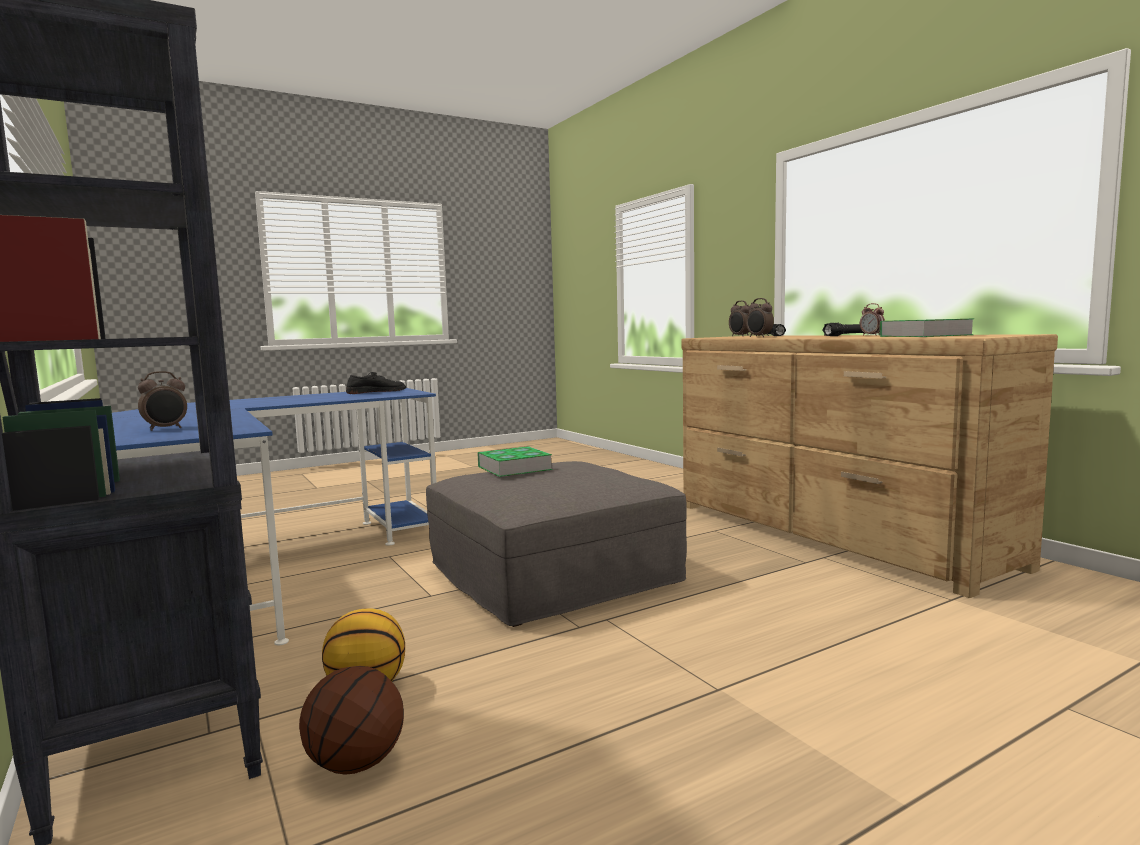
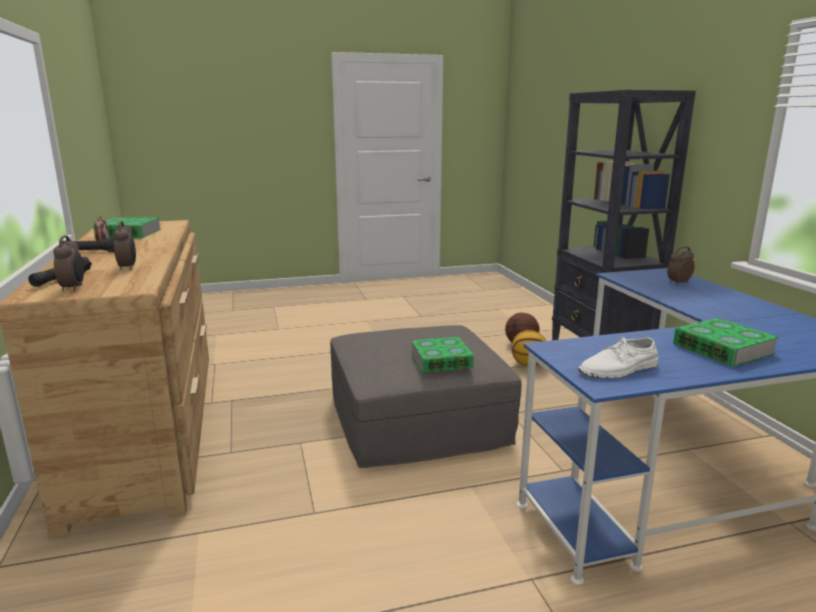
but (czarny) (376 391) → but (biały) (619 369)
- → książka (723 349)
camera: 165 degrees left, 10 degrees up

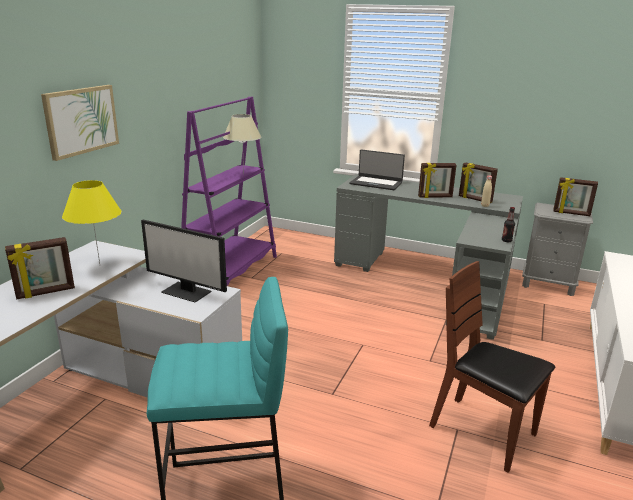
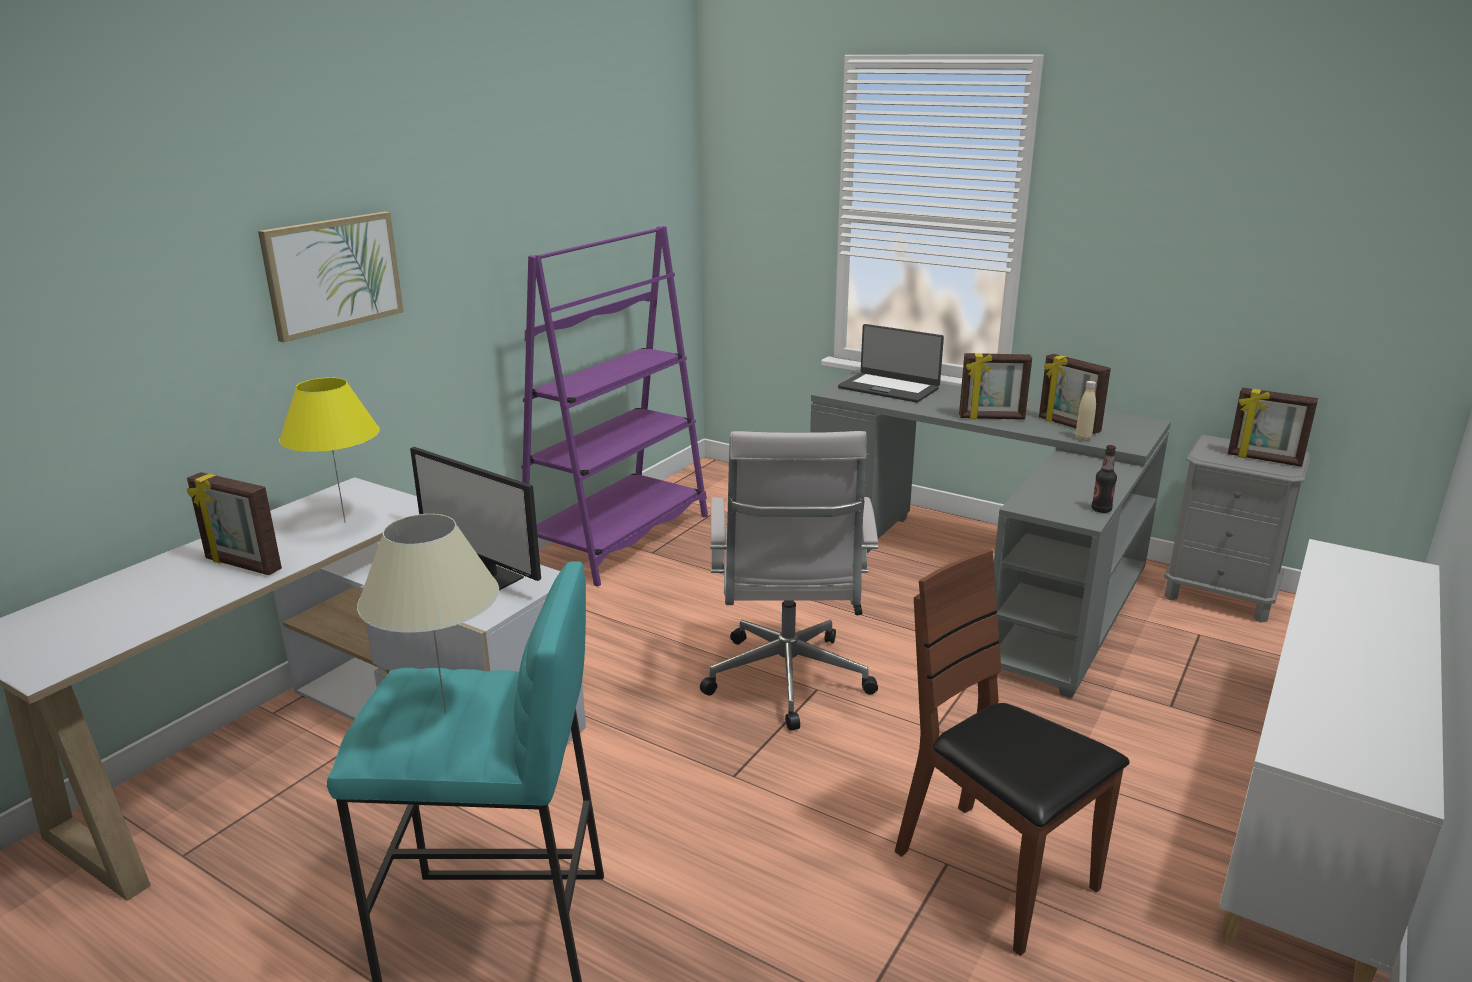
lampa stołowa (beżowy) (243 175) → lampa stołowa (beżowy) (446 713), moved
ramka na zdjęcie (46 293) → ramka na zdjęcie (242 565), 45 degrees clockwise
- → krzesło biurowe (biały) (787 683)
camera: 10 degrees right, 0 degrees up

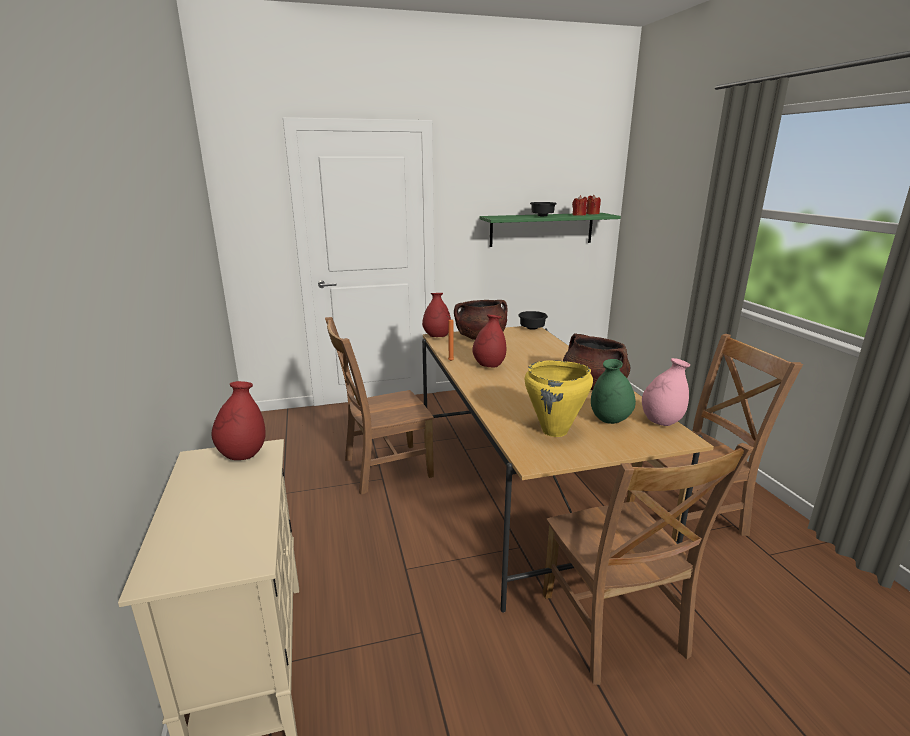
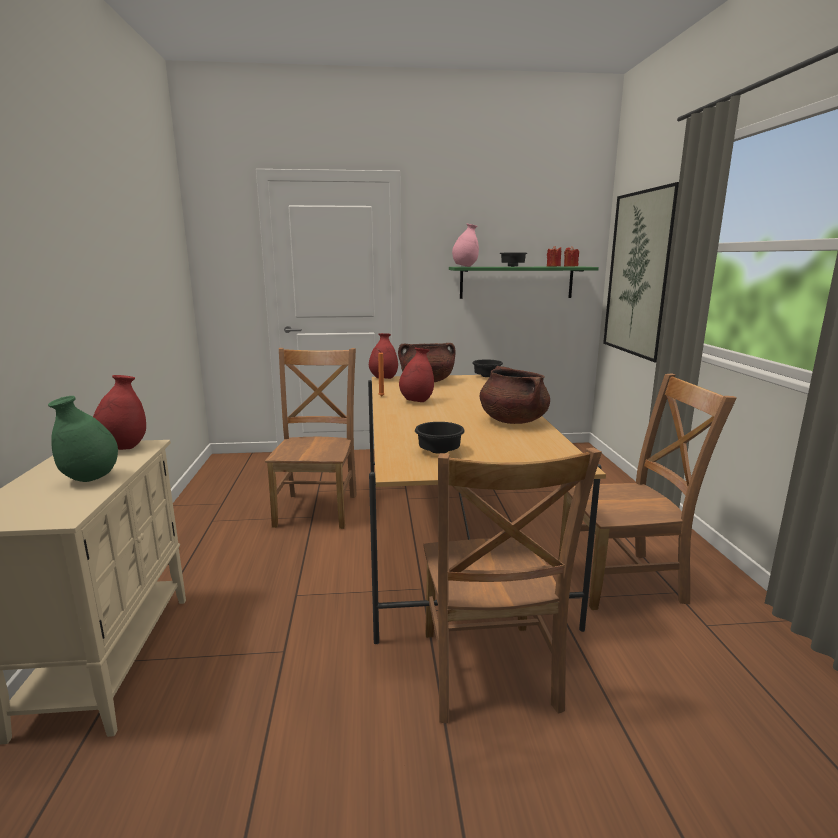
krzesło (brązowy) (383 468) → krzesło (brązowy) (317 508), 105 degrees clockwise
wazon (różowy) (661 422) → wazon (różowy) (465 266), moved
wazon (zielony) (610 420) → wazon (zielony) (90 479), moved
garnek (żółty) (555 431) → miska (czarny) (440 452)
- → obraz (639 274)
camera: 10 degrees right, 5 degrees down

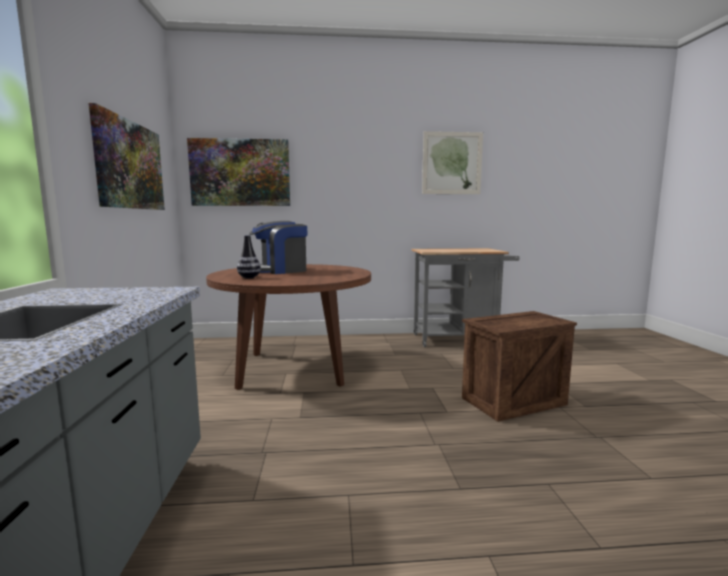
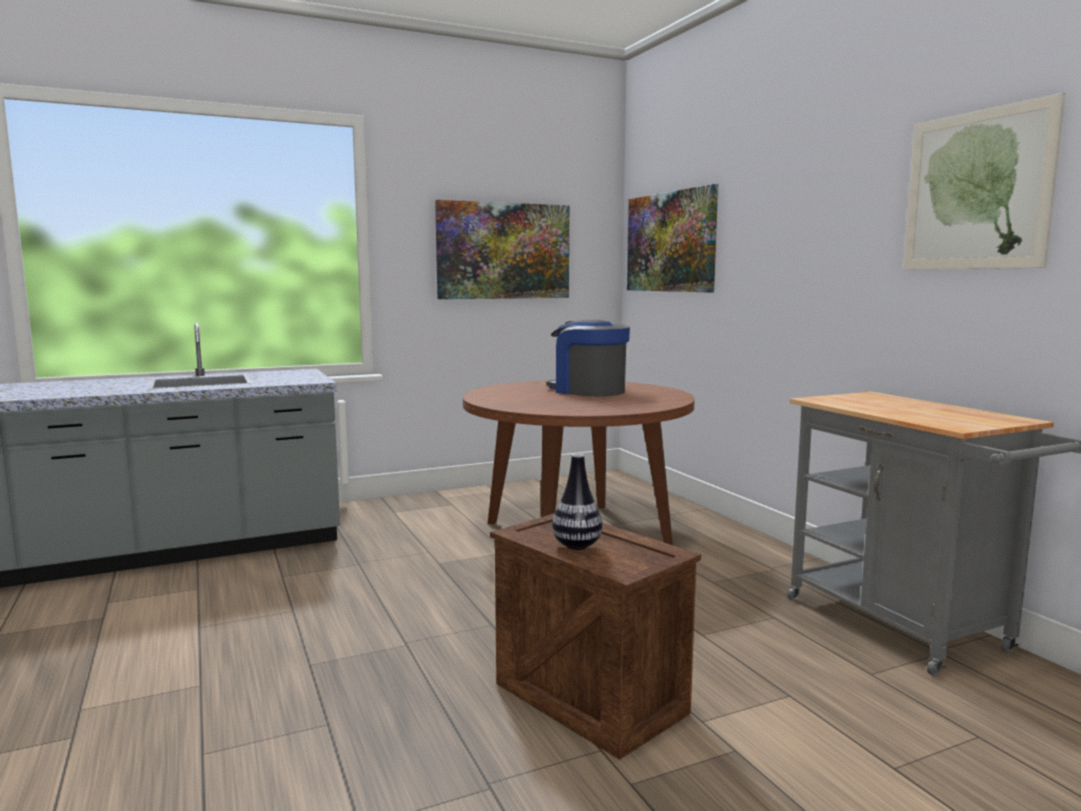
wazon (249 277) → wazon (576 546), moved
camera: 70 degrees right, 0 degrees up

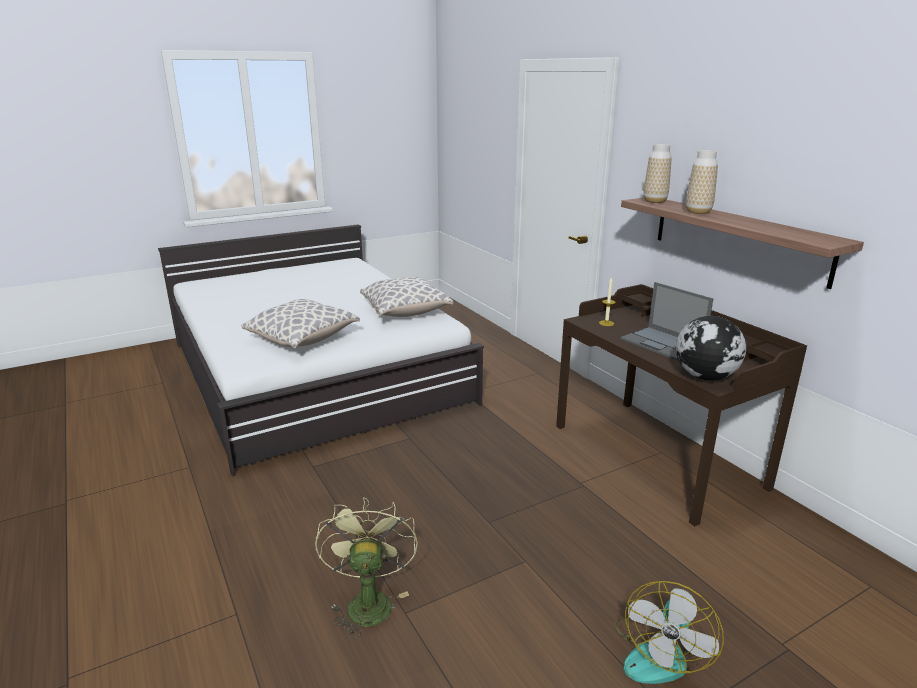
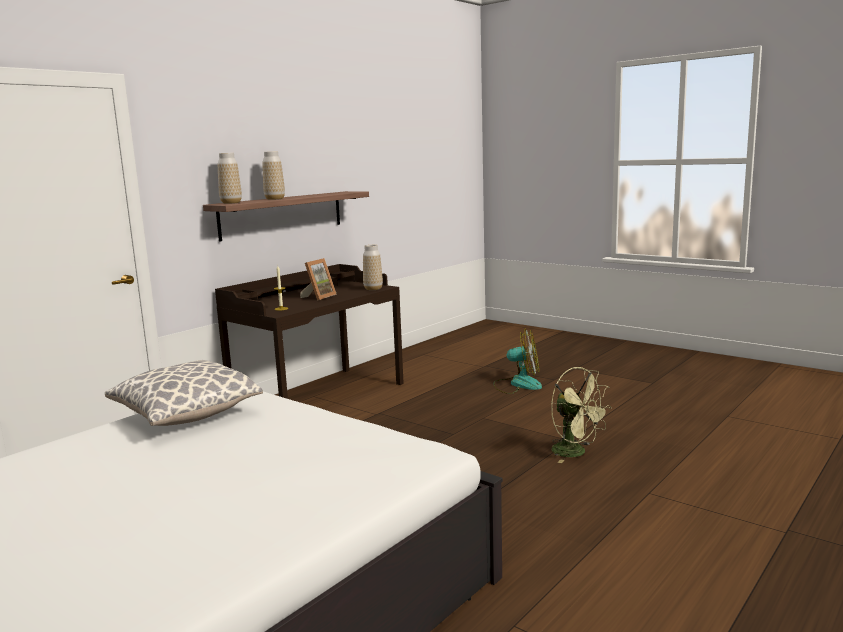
laptop (663 343) → ramka na zdjęcie (319 297)
poduszka (303 339) → -
globus (705 377) → wazon (373 289)
wentylator (zielony) (368 601) → wentylator (zielony) (575 453), 105 degrees counterclockwise
camera: 110 degrees left, 10 degrees down

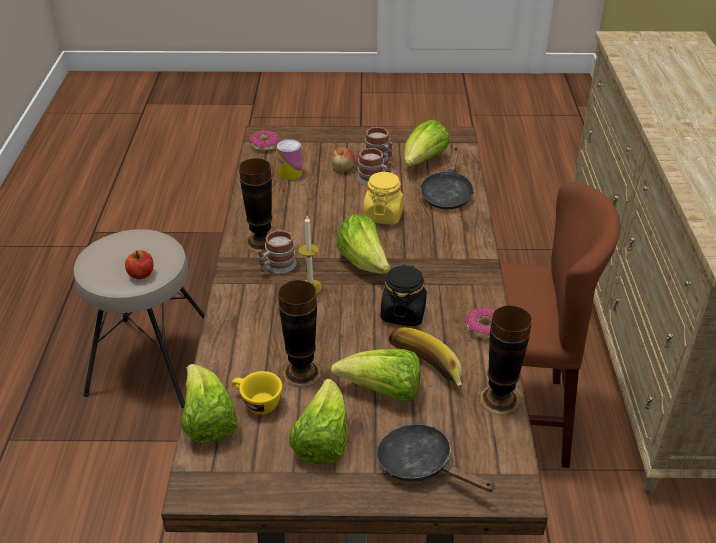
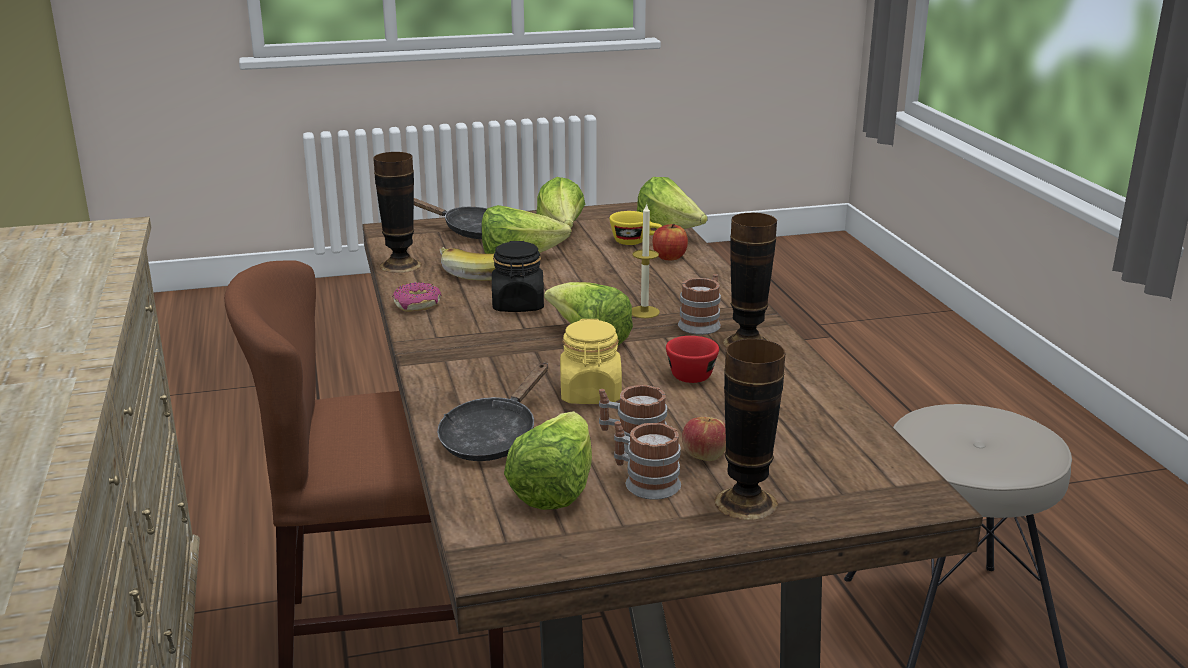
donut (264 145) → -
puszka (290 173) → -
patelnia (czarny) (447 194) → patelnia (czarny) (493 437), 150 degrees counterclockwise
jabłko (141 274) → jabłko (669 257), moved
wazon (301 372) → wazon (746 502), moved
- → filiżanka (czerwony) (692 373)
camera: 165 degrees right, 15 degrees down

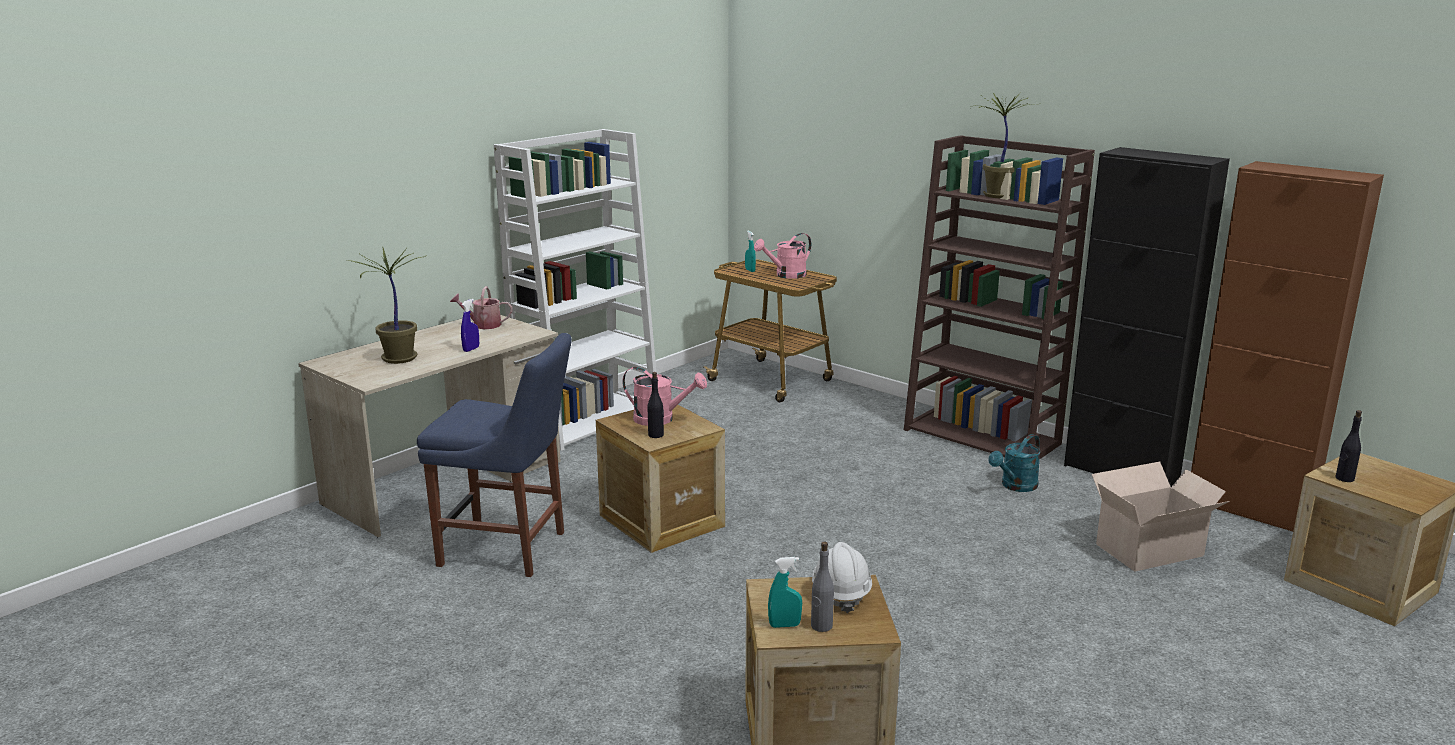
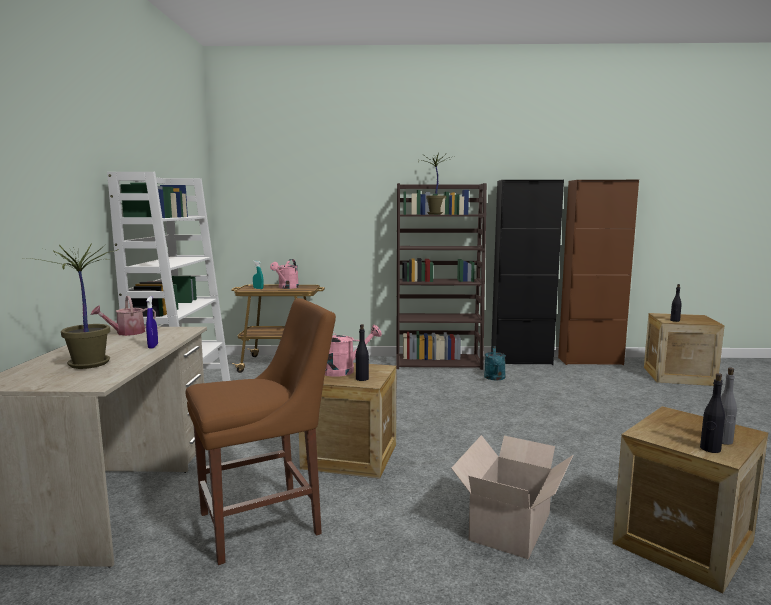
krzesło (niebieski) (508 550) → krzesło (brązowy) (266 522)
karton (1152 550) → karton (512 525), moved
kask (biały) (840 594) → -
spryskiwacz (turkusowy) (784 625) → butelka (czarny) (710 449)
camera: 40 degrees left, 10 degrees down

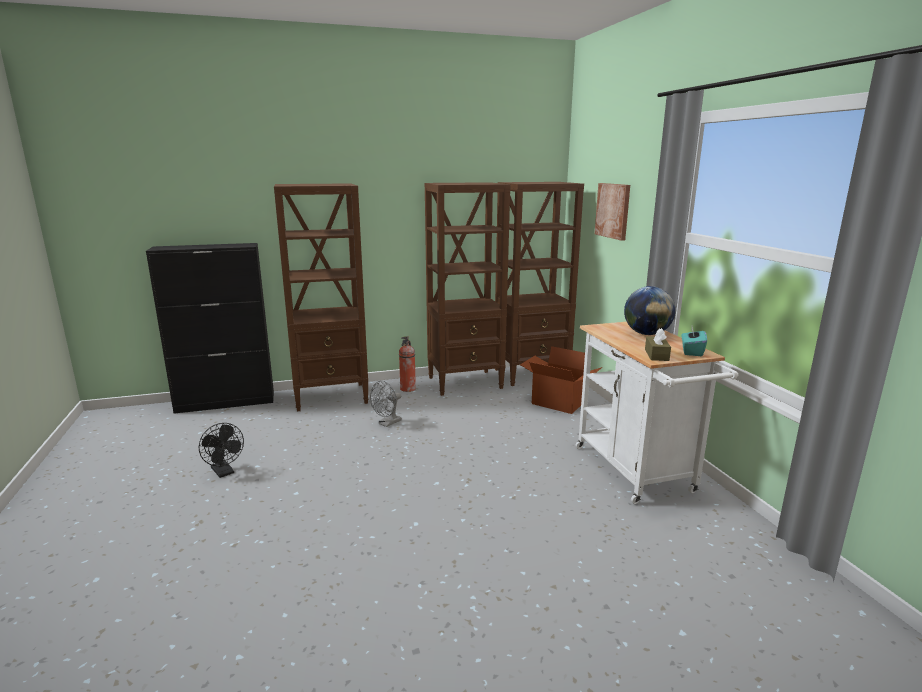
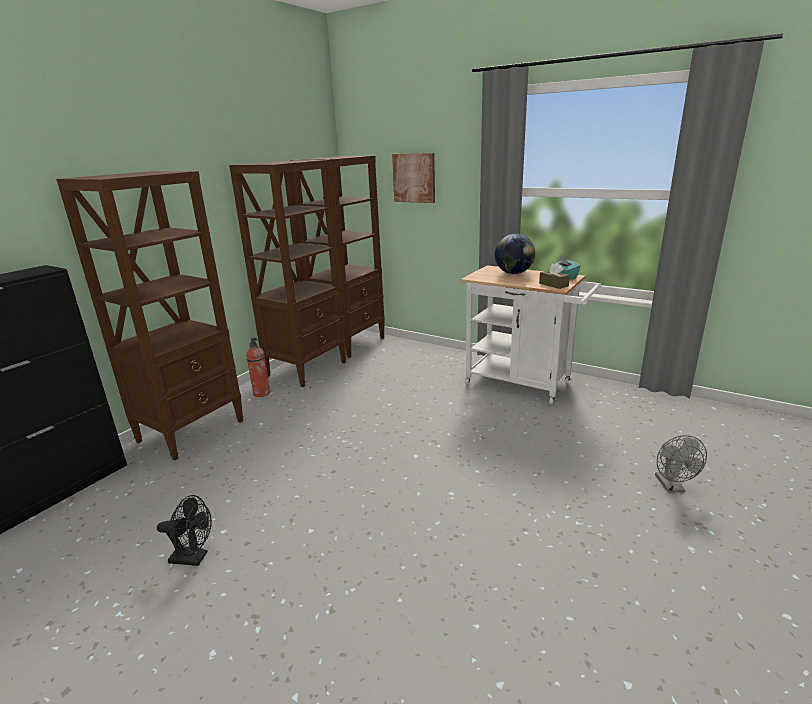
karton (558 403) → -
wentylator (szary) (387 423) → wentylator (szary) (672 487), moved
camera: 40 degrees left, 5 degrees up

